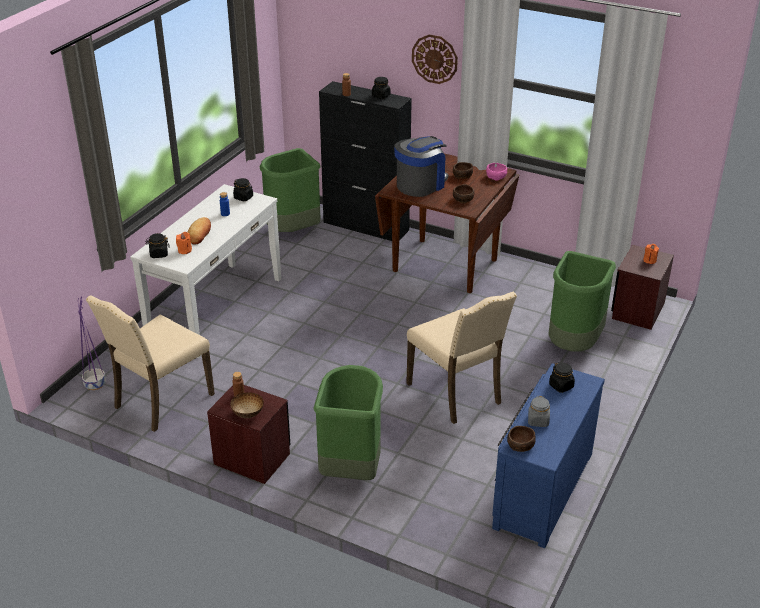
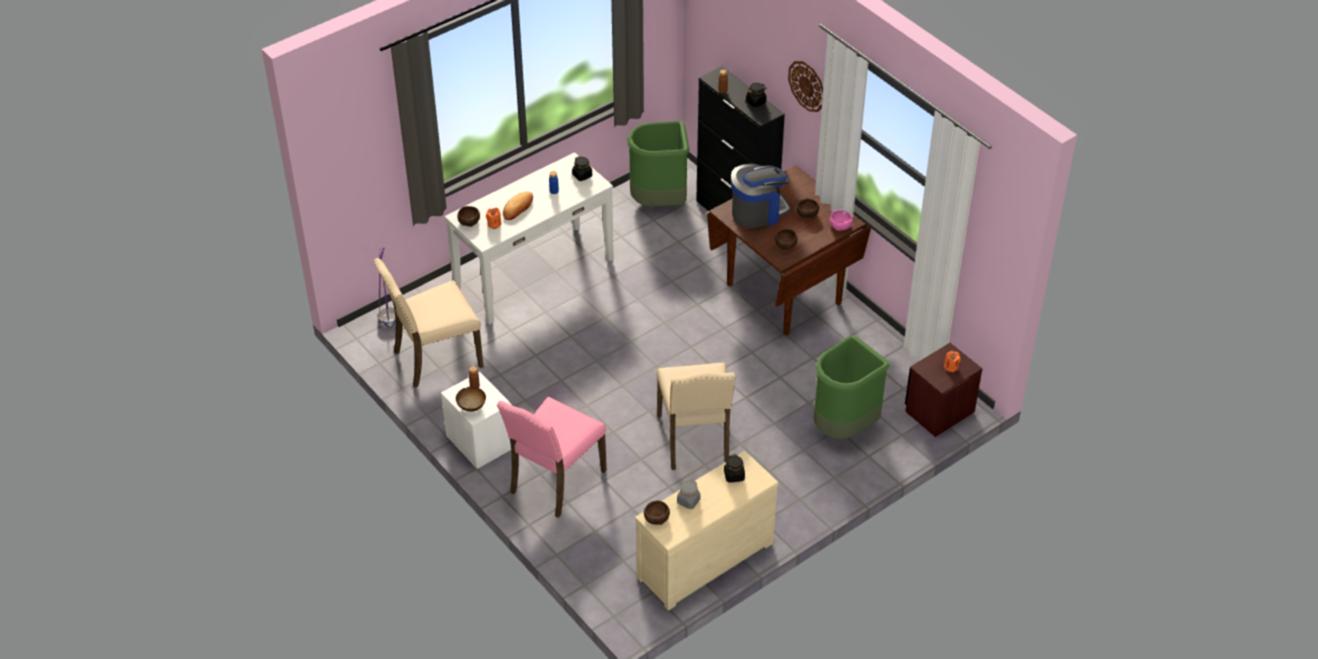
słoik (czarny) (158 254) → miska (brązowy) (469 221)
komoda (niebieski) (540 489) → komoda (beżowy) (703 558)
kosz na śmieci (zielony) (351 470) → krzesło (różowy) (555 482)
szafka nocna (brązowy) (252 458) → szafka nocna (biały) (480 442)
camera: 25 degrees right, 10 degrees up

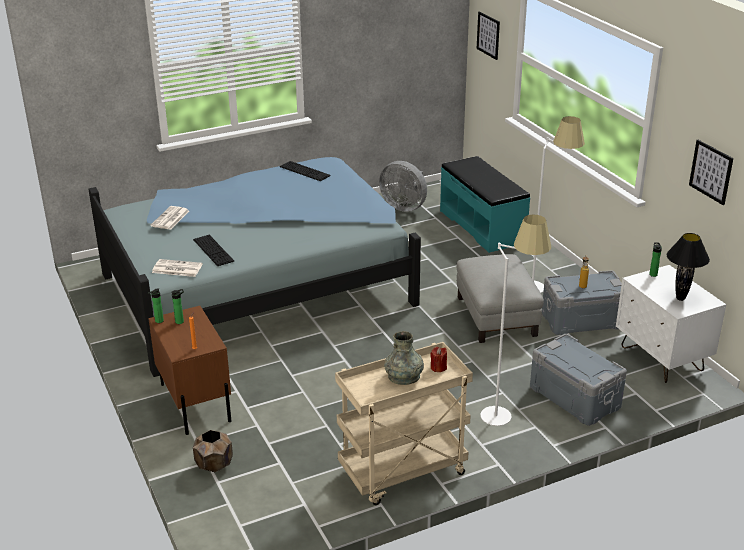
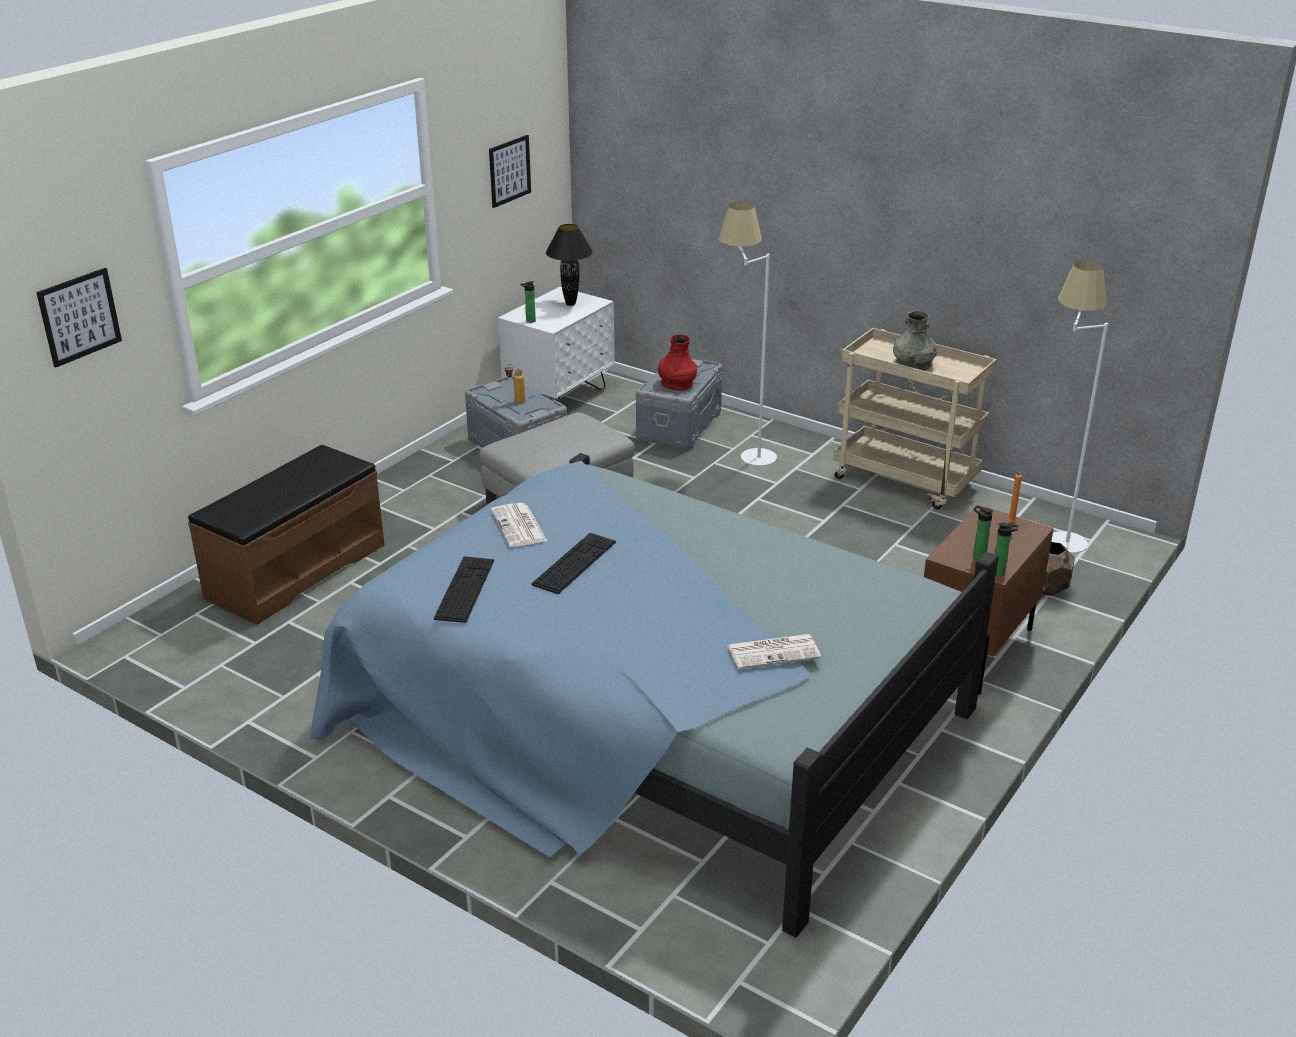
lampa stojąca (biały) (544 287) → lampa stojąca (biały) (1053 534), moved
ławka (turkusowy) (482 226) → ławka (brązowy) (295 571)
wentylator (szary) (404 206) → -
klawiatura (213 250) → klawiatura (574 563), moved
gazeta (176 269) → gazeta (519 526), moved
świeca (czerwony) (438 367) → -
- → wazon (czerwony) (677 383)
camera: 120 degrees left, 0 degrees up

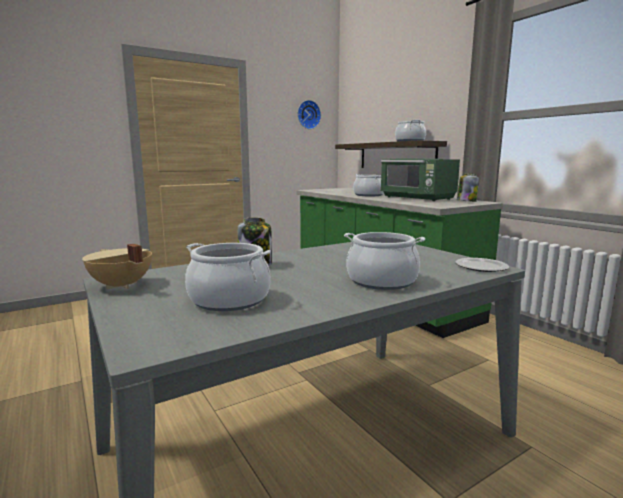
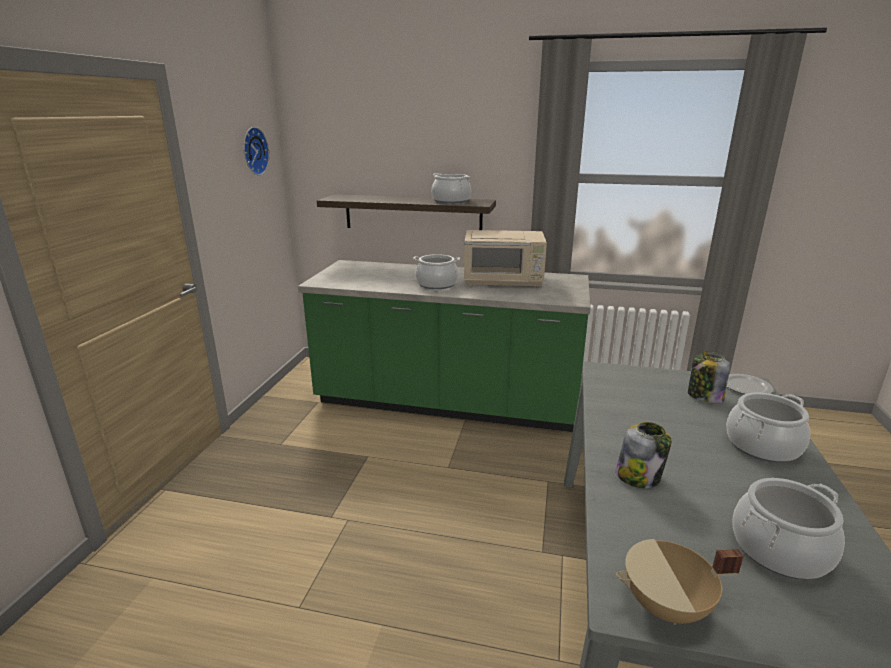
mikrofalówka (zielony) (417 198) → mikrofalówka (beżowy) (504 281)
słoik (466 201) → słoik (704 396), moved
camera: 45 degrees left, 10 degrees up

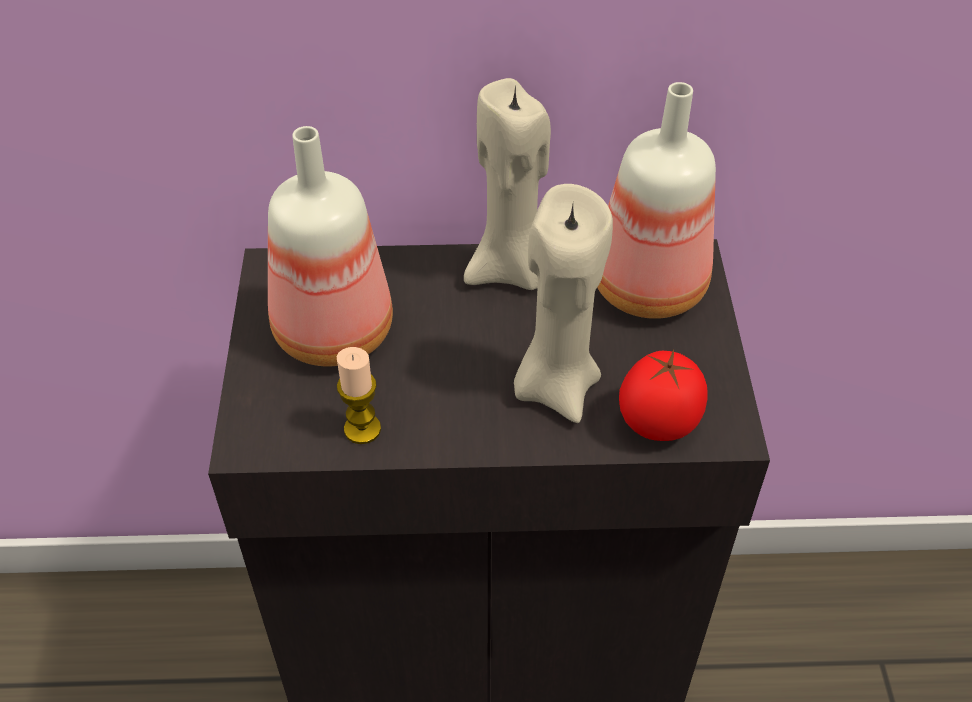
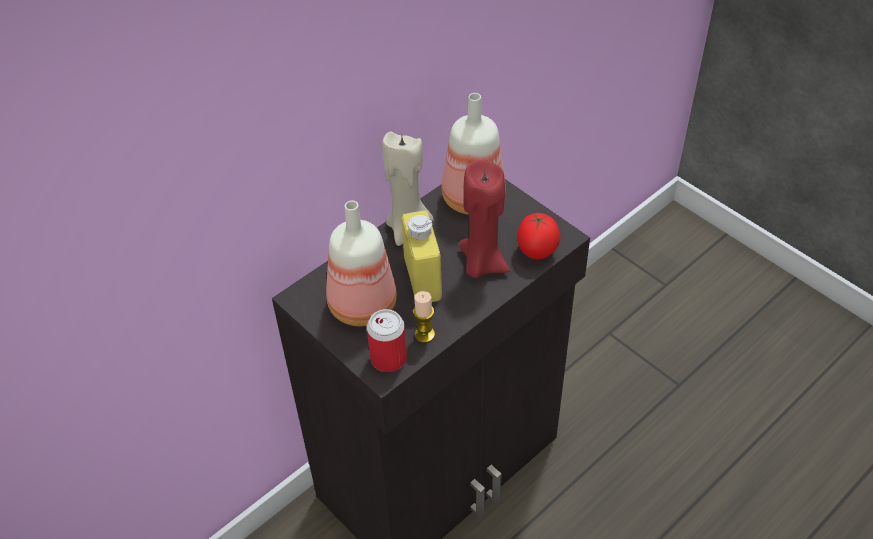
świeca (beżowy) (555 386) → świeca (czerwony) (482 264)
- → butelka (żółty) (422 279)
- → puszka (388 358)
camera: 40 degrees left, 0 degrees up

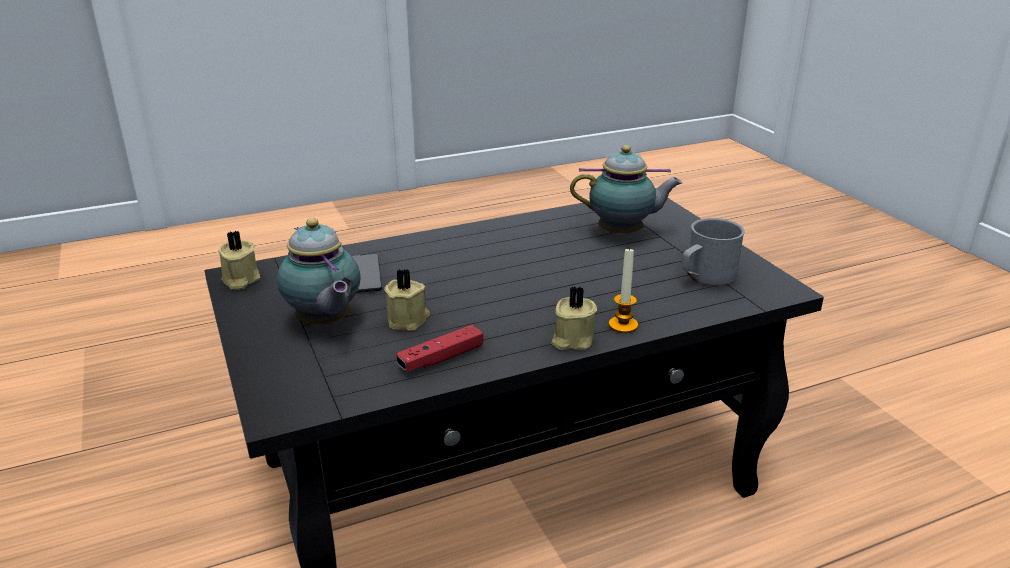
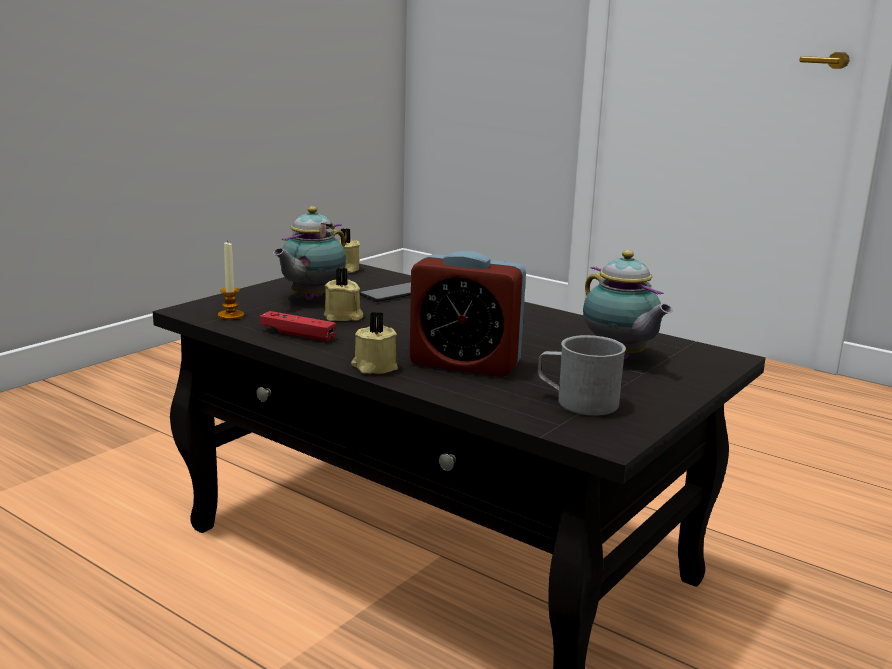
świeca (623 325) → świeca (231 315), moved
- → budzik (465 364)
camera: 60 degrees right, 10 degrees down

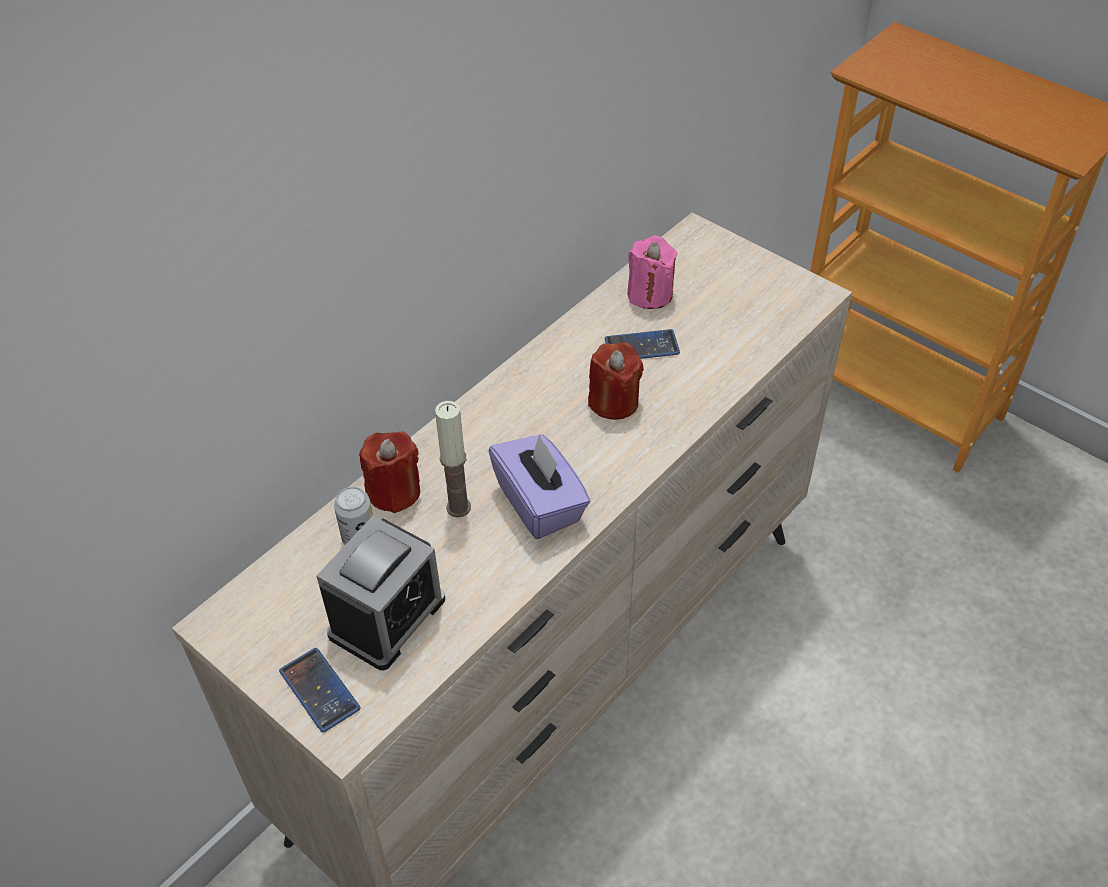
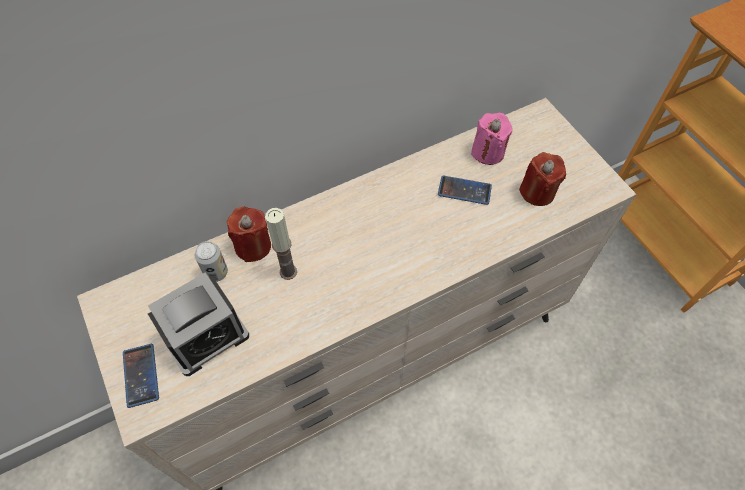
świeca (czerwony) (614 402) → świeca (czerwony) (537 192), moved
pudełko chusteczek (fioletowy) (540 503) → -
camera: 20 degrees right, 10 degrees up

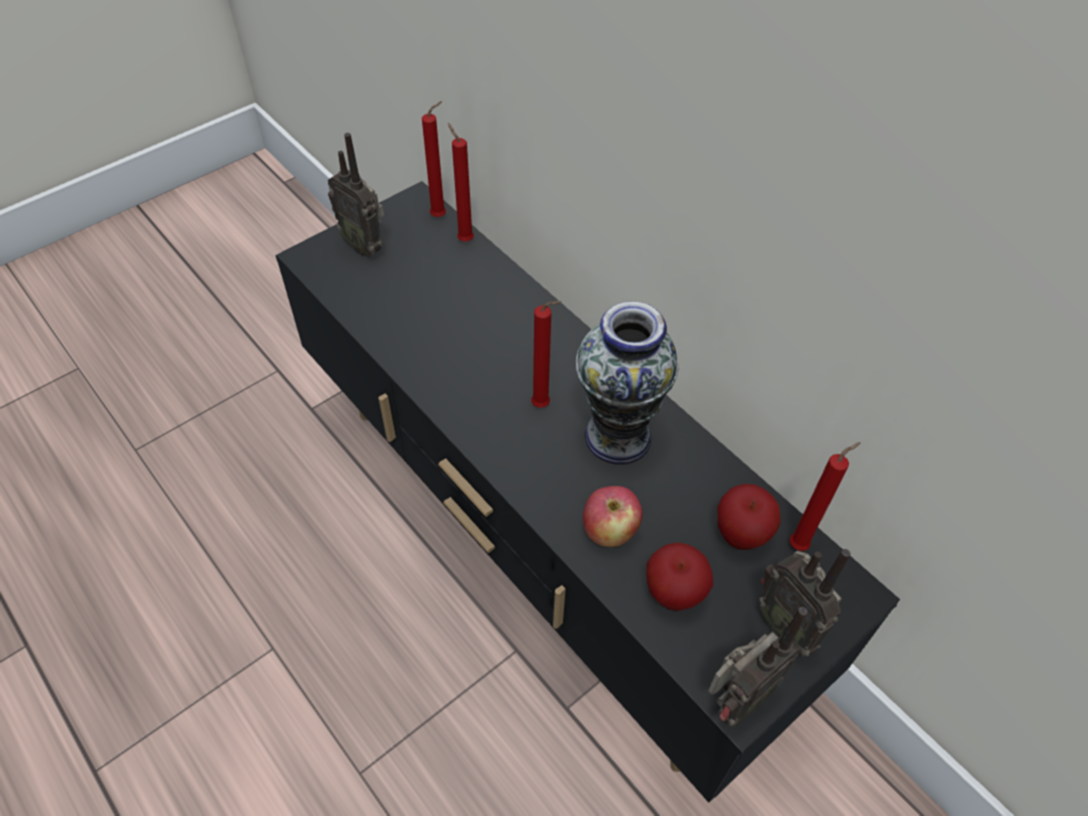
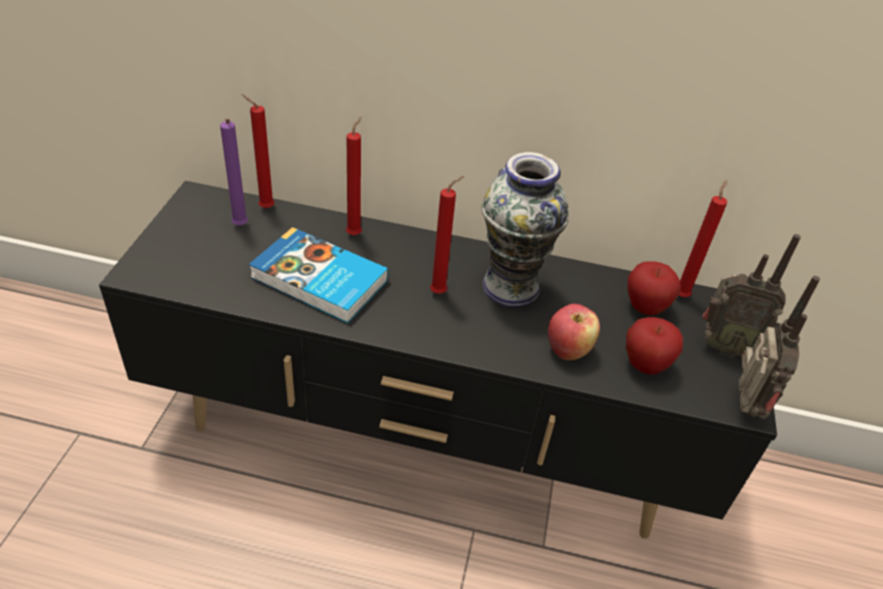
świeca (czerwony) (441 216) → świeca (czerwony) (355 234), moved
radio (365 245) → -
- → świeca (fioletowy) (240 227)
- → książka (319 280)
camera: 40 degrees left, 10 degrees down

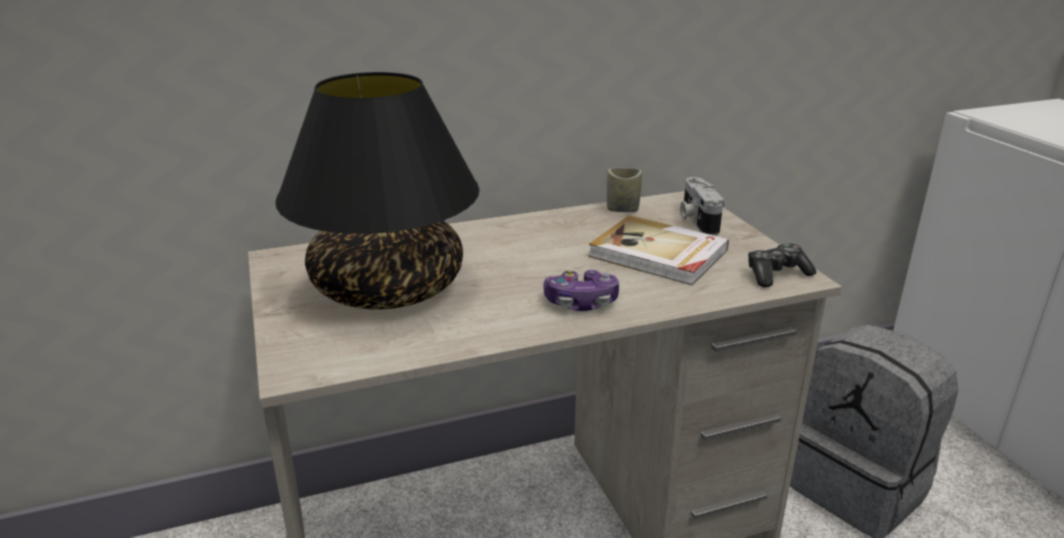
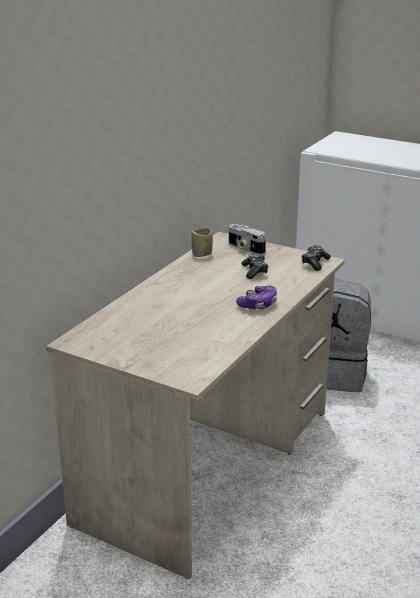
lampa stołowa (czarny) (389 288) → -
książka (658 254) → pad do gier (255 271)
camera: 40 degrees left, 0 degrees up

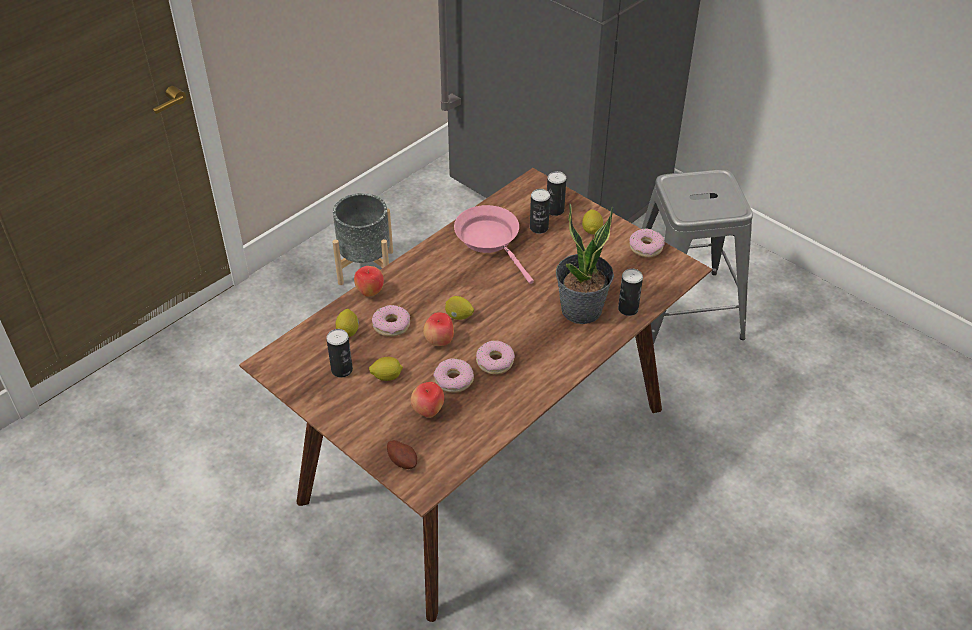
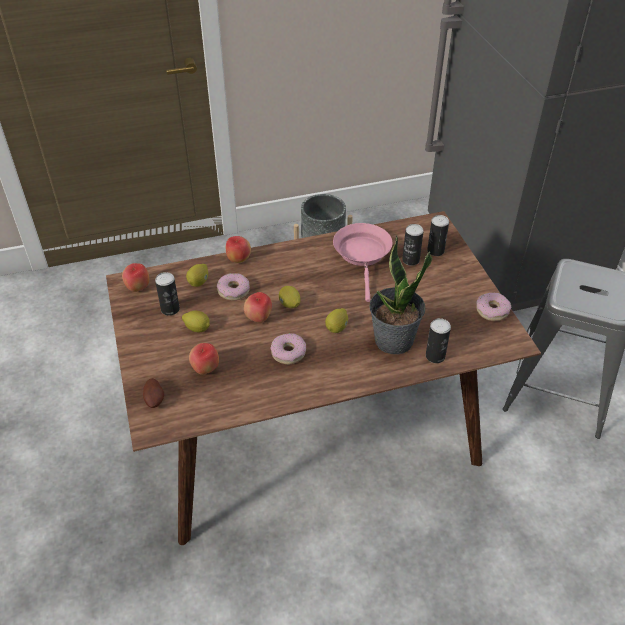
cytryna (592 230) → cytryna (337 328), moved
donut (454 380) → -
- → jabłko (138 288)
camera: 30 degrees right, 0 degrees up

